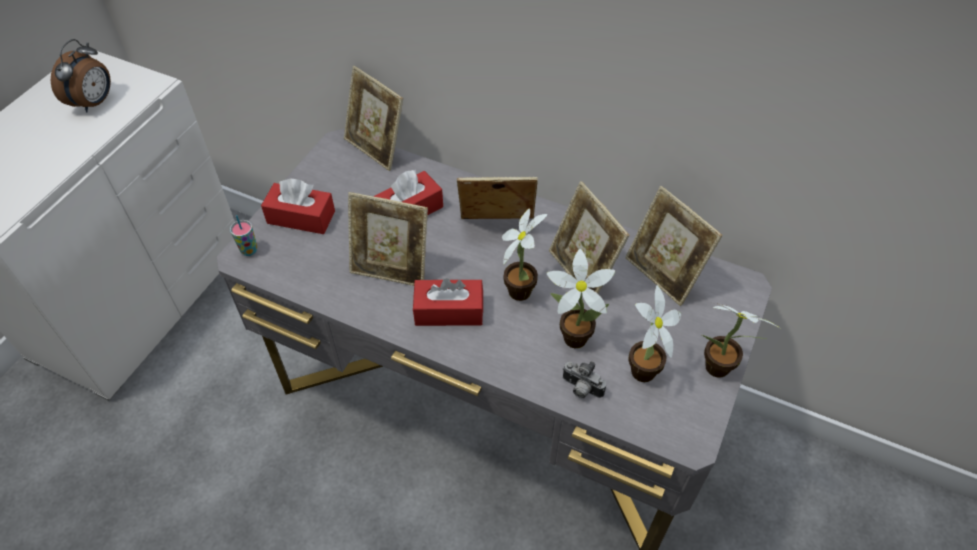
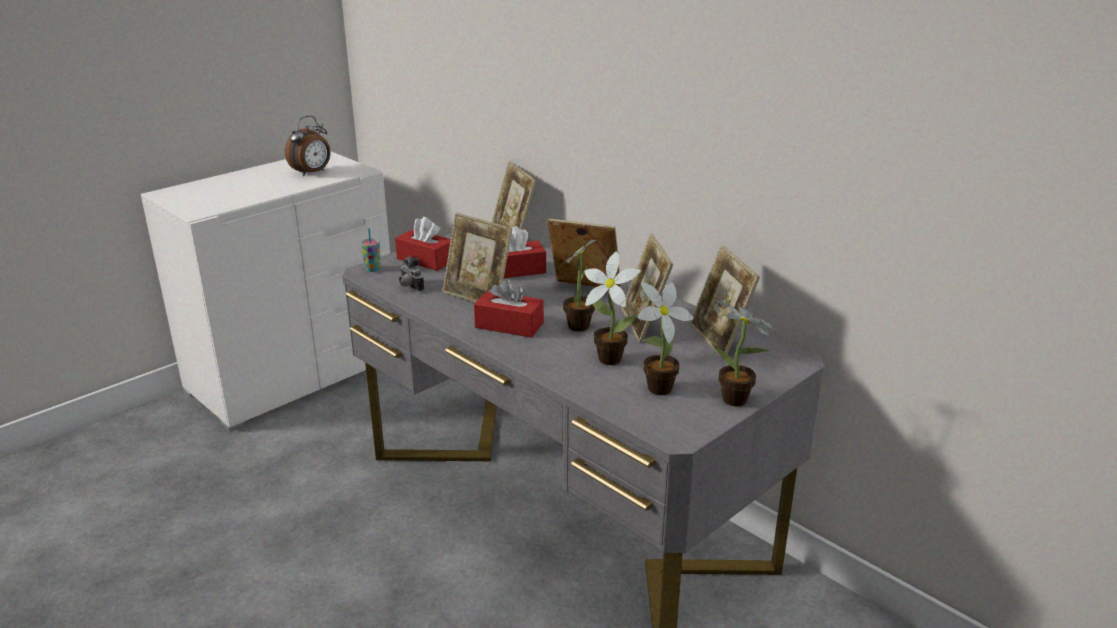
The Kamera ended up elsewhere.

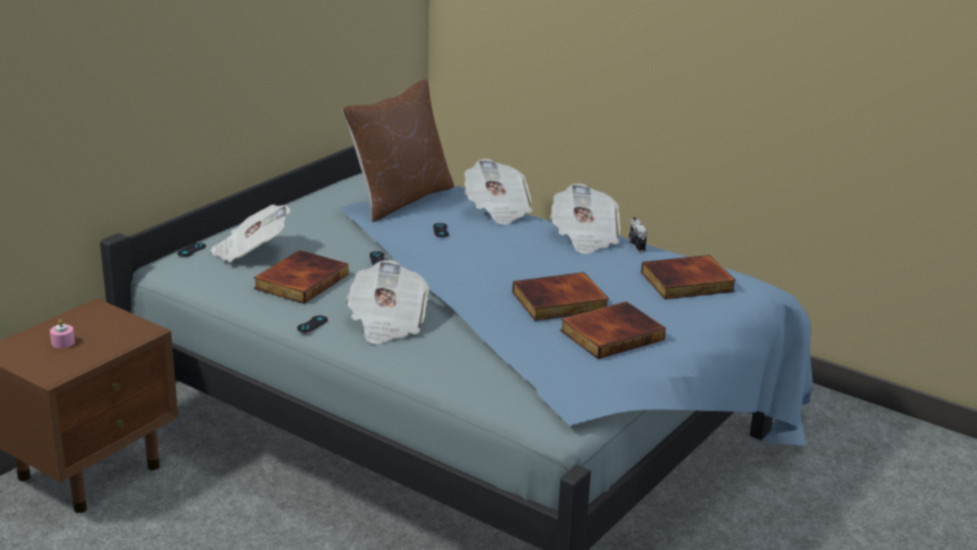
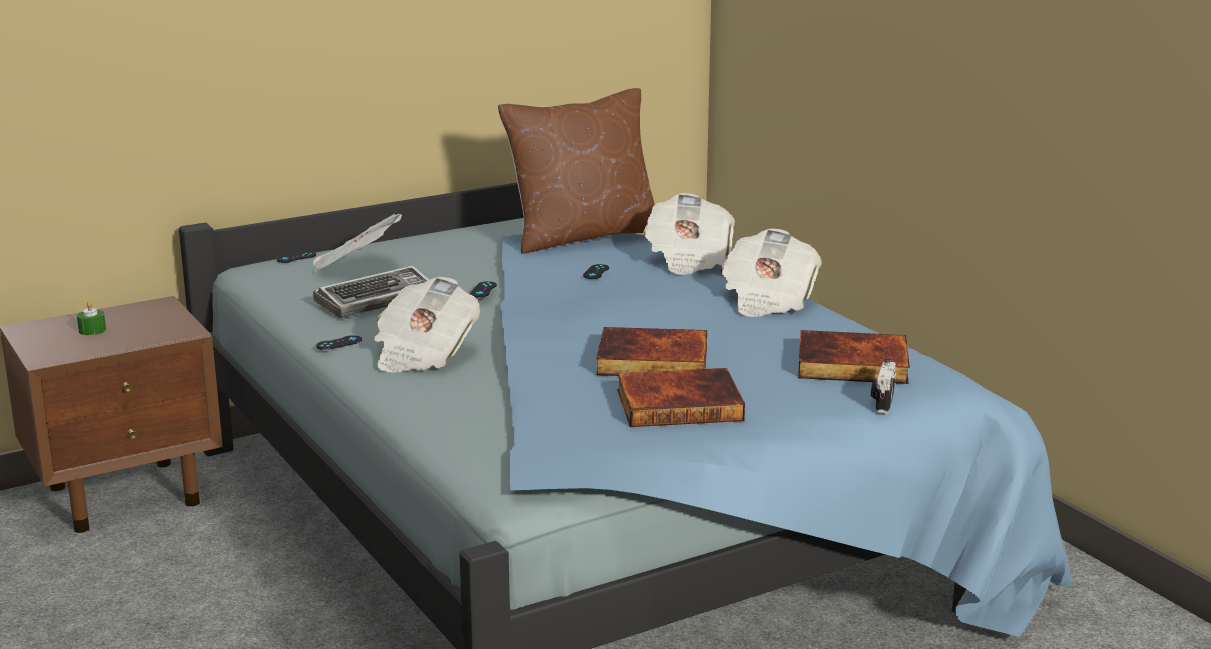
What was the Kerze [rosa] turned into the Kerze [grün].
Where the Buch (no. 1 from left) stood, the Tastatur came to stand.
The Kamera ended up elsewhere.

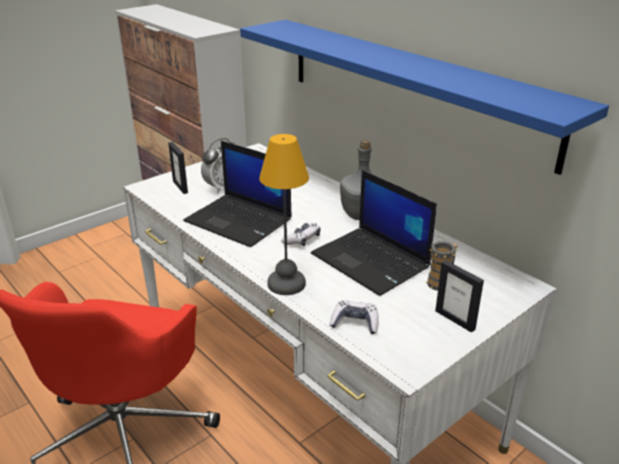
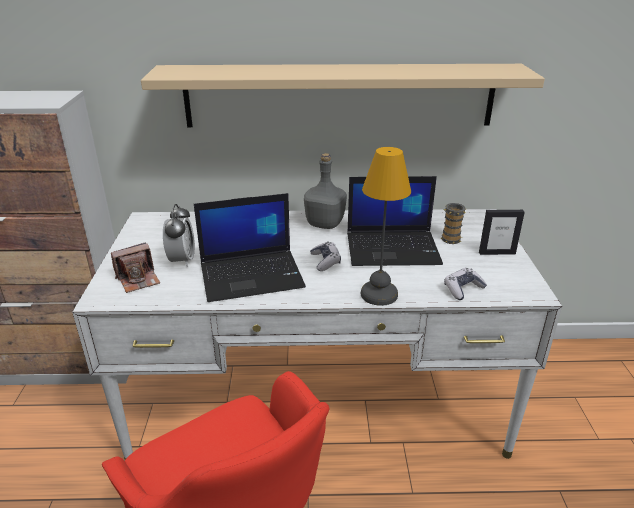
Where the Bilderrahmen (no. 1 from left) stood, the Kamera came to stand.
What was the Wandregal [blau] turned into the Wandregal [beige].

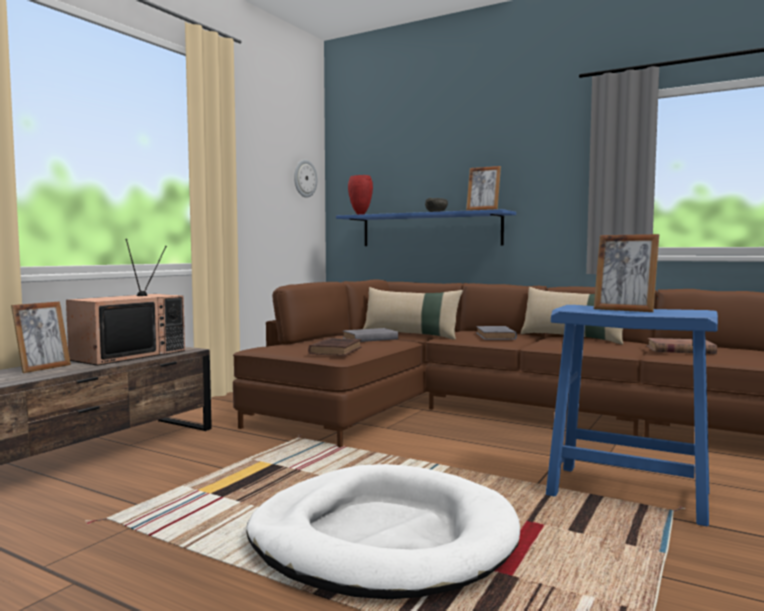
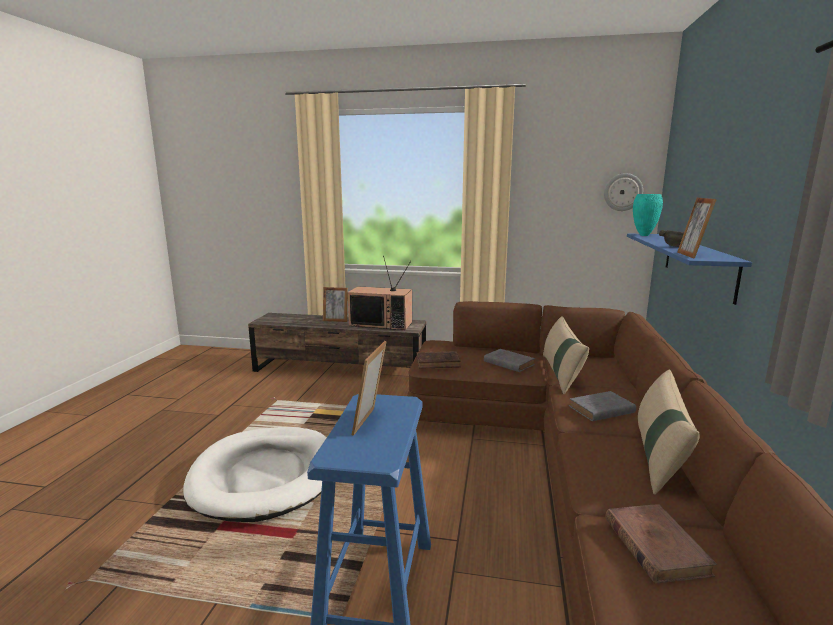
What was the Vase [rot] turned into the Vase [türkis].

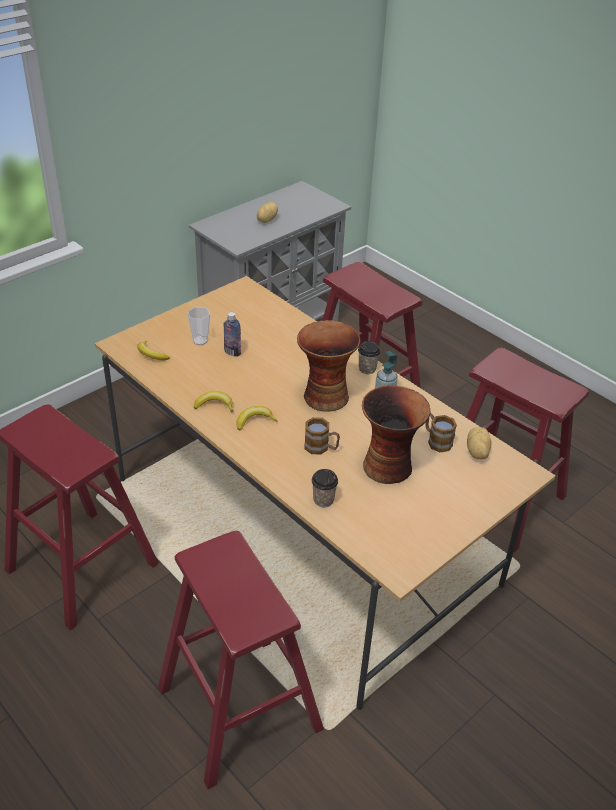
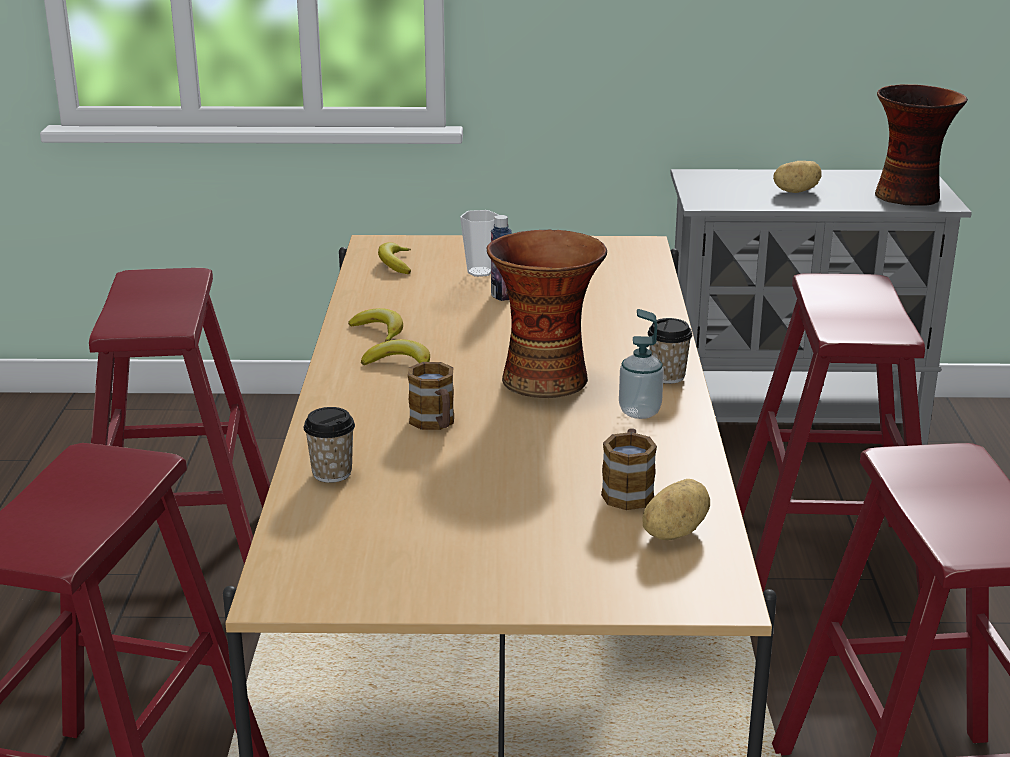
The Vase (no. 2 from left) ended up elsewhere.

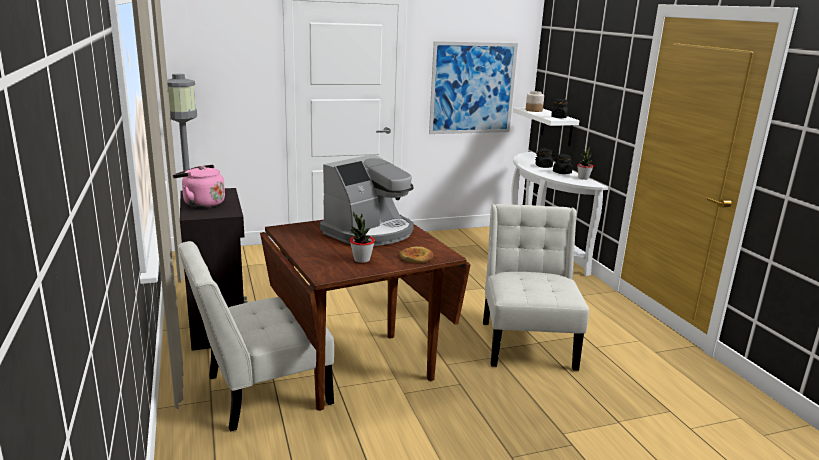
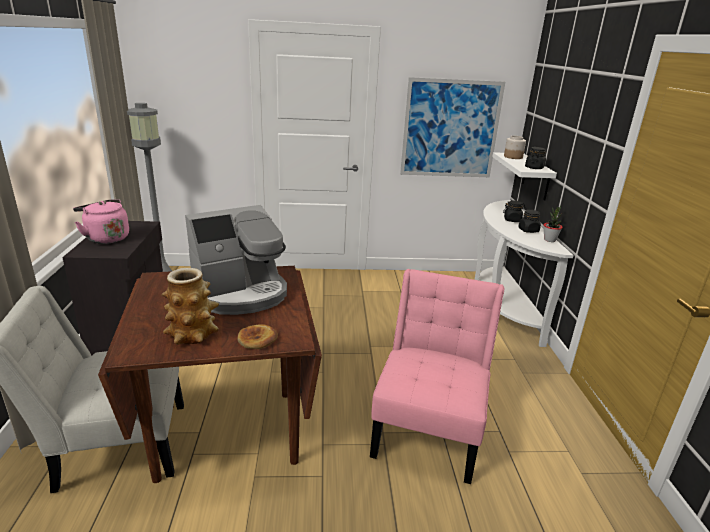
Where the Topfpflanze (no. 1 from left) stood, the Vase came to stand.
What was the Stuhl [weiß] (no. 2 from left) turned into the Stuhl [rosa].

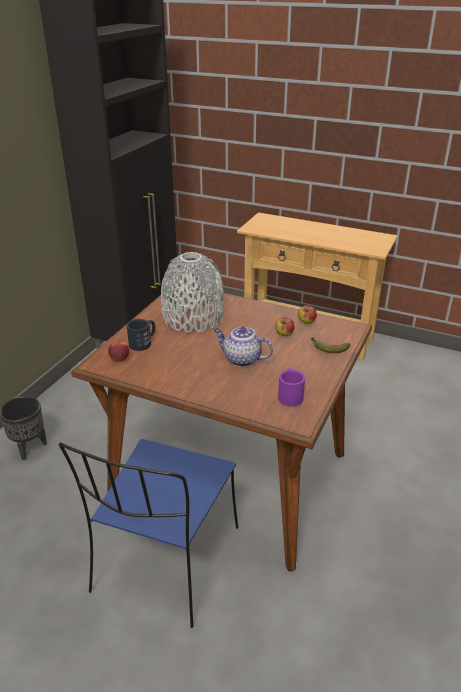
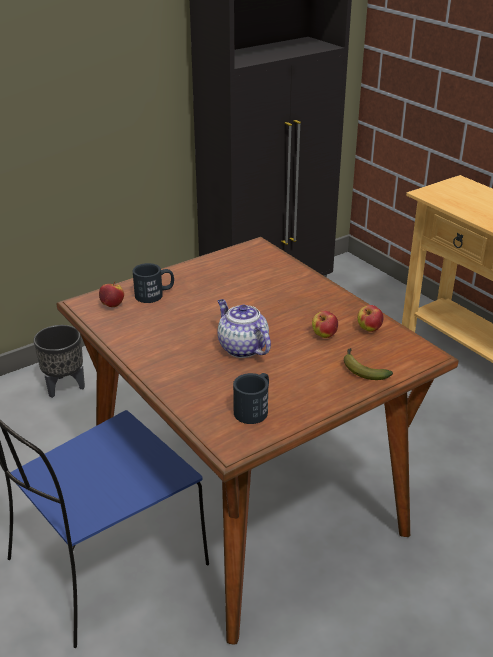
What was the Henkelbecher [lila] turned into the Henkelbecher [schwarz] (no. 2 from left).
The second view lost the Vase [grau].

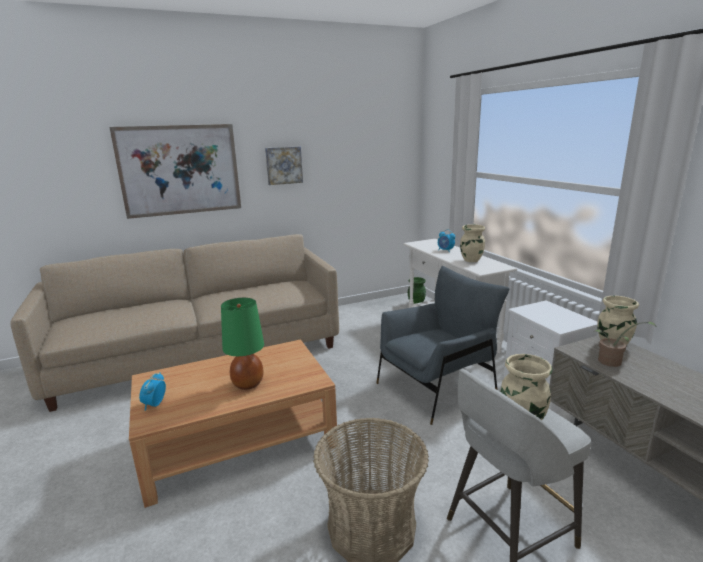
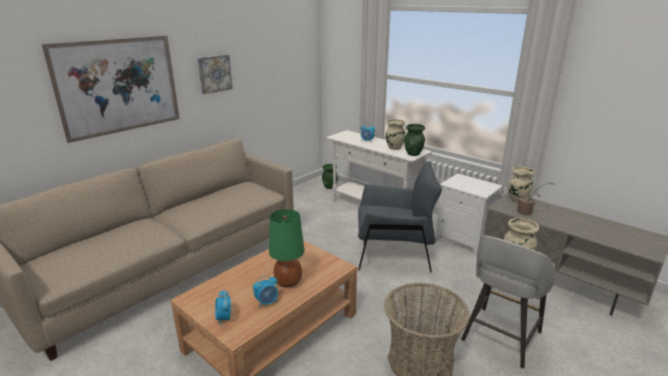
The second view gained the Wecker (no. 2 from left).
The Sessel [grau] ended up facing another way, 60 degrees clockwise from before.
The second view gained the Vase [grün] (no. 2 from left).

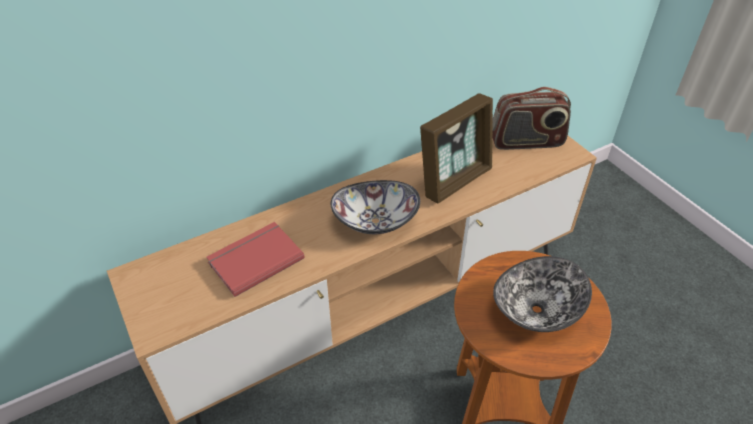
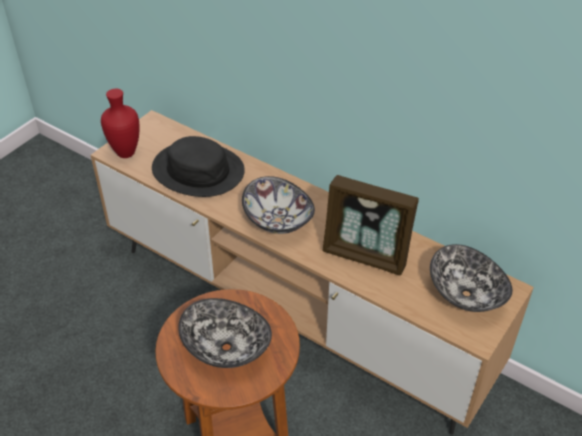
The second view gained the Vase [rot].
Where the Buch [rot] stood, the Hut [schwarz] came to stand.
Where the Radio stood, the Schüssel (no. 3 from left) came to stand.

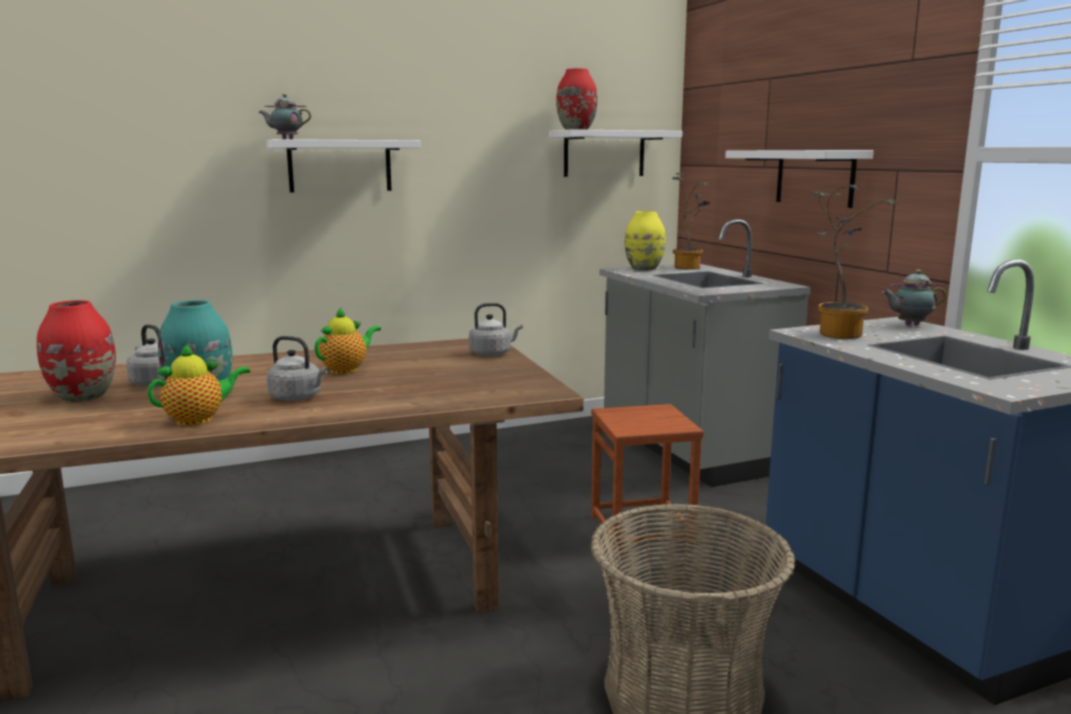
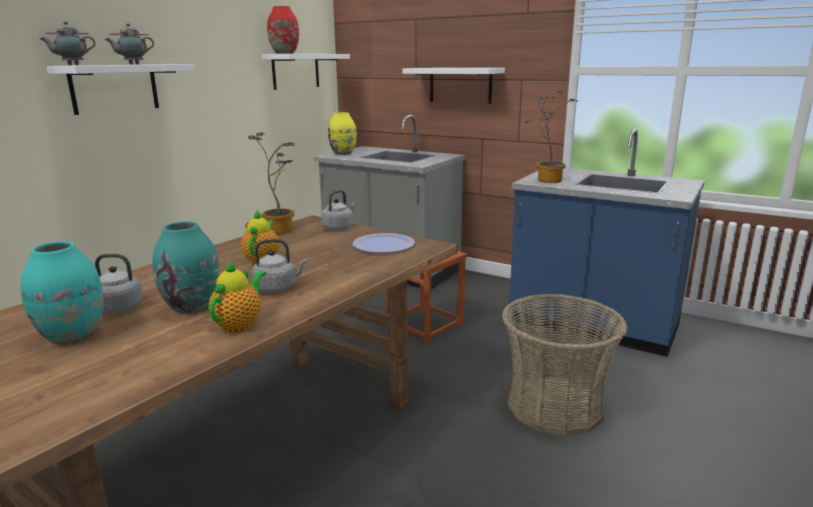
What was the Vase [rot] (no. 1 from left) turned into the Vase [türkis] (no. 1 from left).
The Teekanne (no. 4 from left in the first image) ended up elsewhere.
The Topfpflanze (no. 1 from left) ended up elsewhere.
The second view gained the Teller.

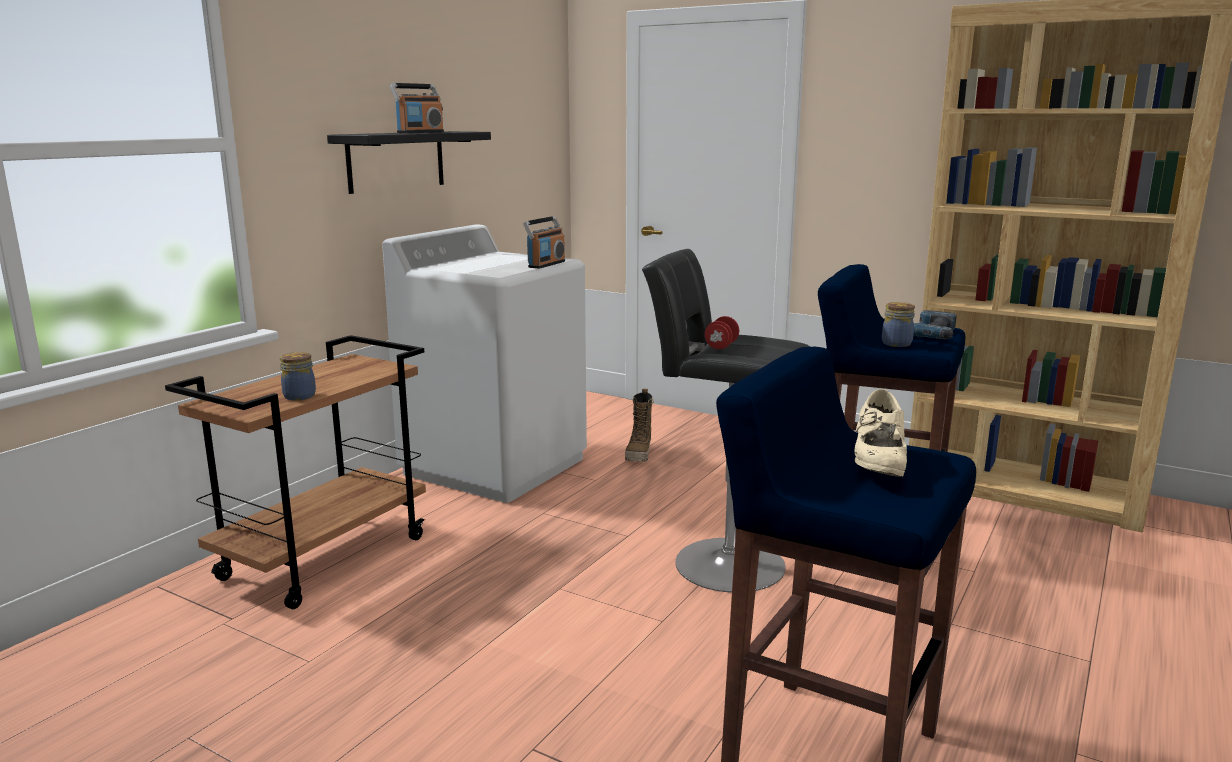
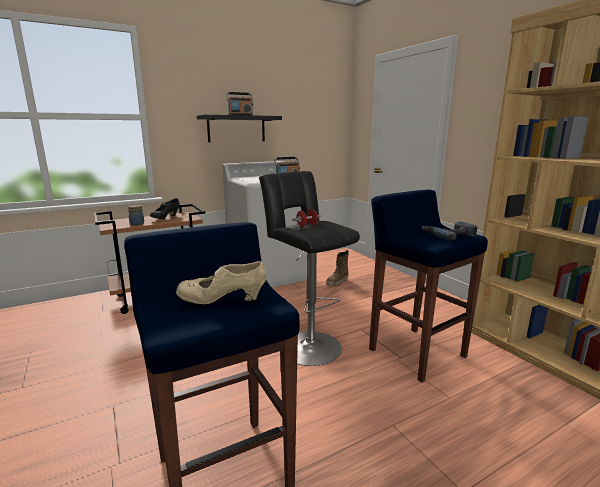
The second view gained the Schuh [schwarz].
The Schuh [beige] ended up facing another way, 45 degrees clockwise from before.
The second view lost the Vorratsglas (no. 2 from left).

